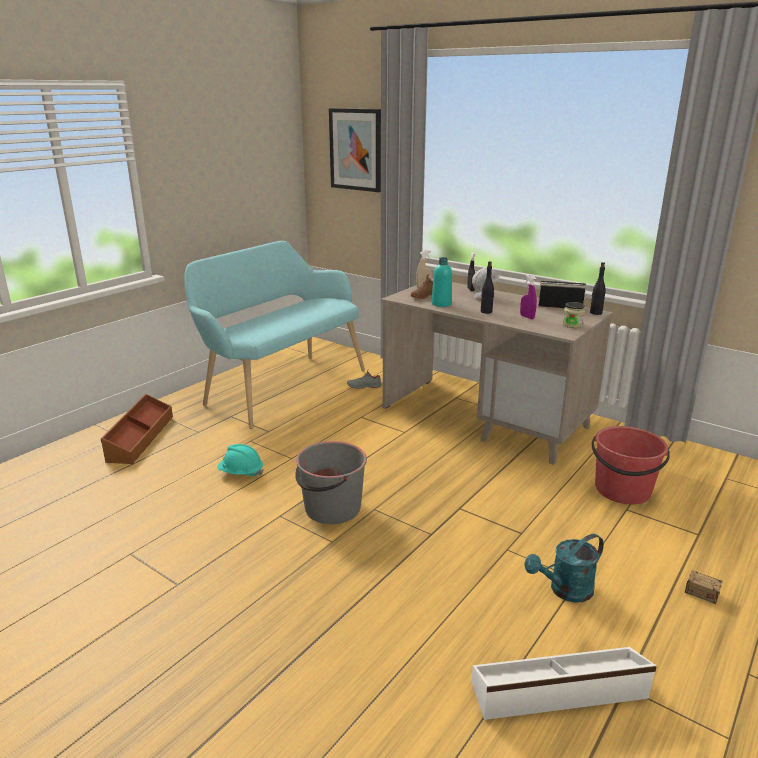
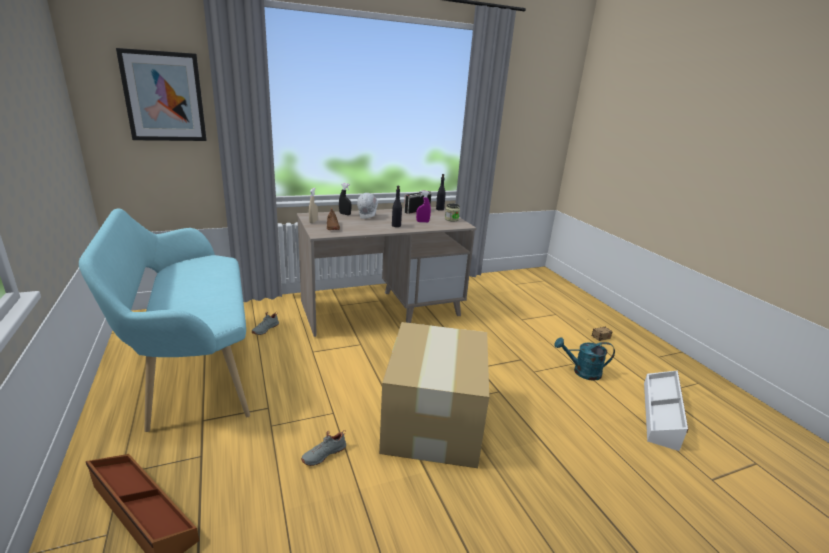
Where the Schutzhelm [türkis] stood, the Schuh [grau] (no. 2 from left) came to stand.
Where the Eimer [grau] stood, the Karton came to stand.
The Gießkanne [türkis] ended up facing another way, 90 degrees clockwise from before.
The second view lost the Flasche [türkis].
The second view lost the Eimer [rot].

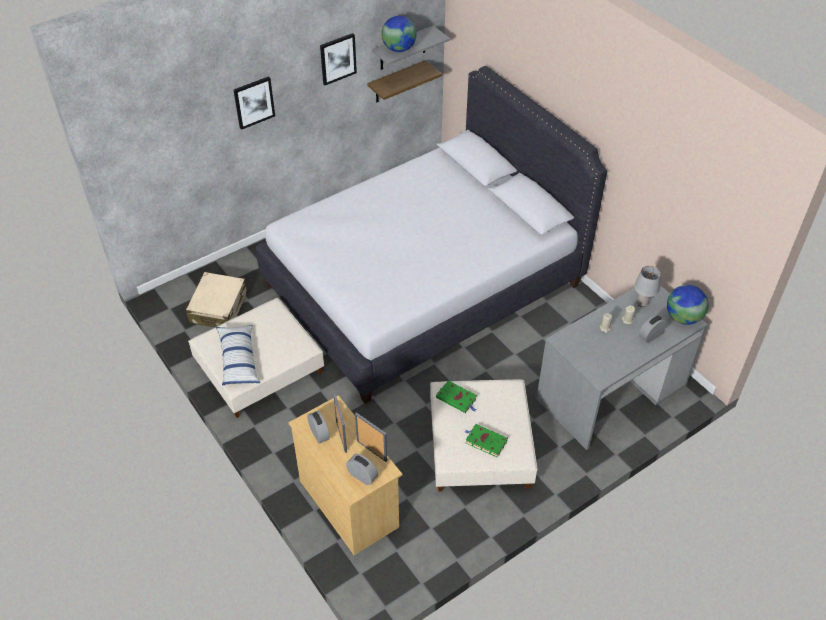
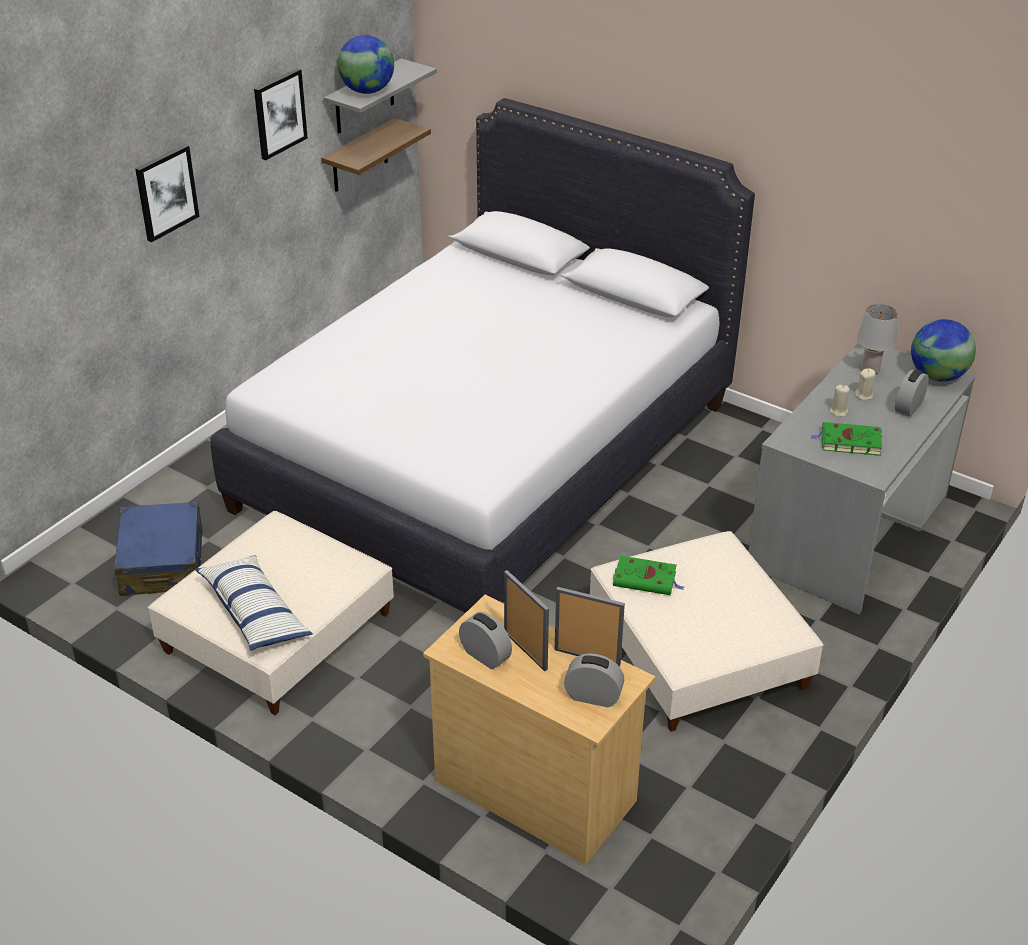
What was the Koffer [beige] turned into the Koffer [blau].
The Buch [grün] (no. 2 from left) ended up elsewhere.

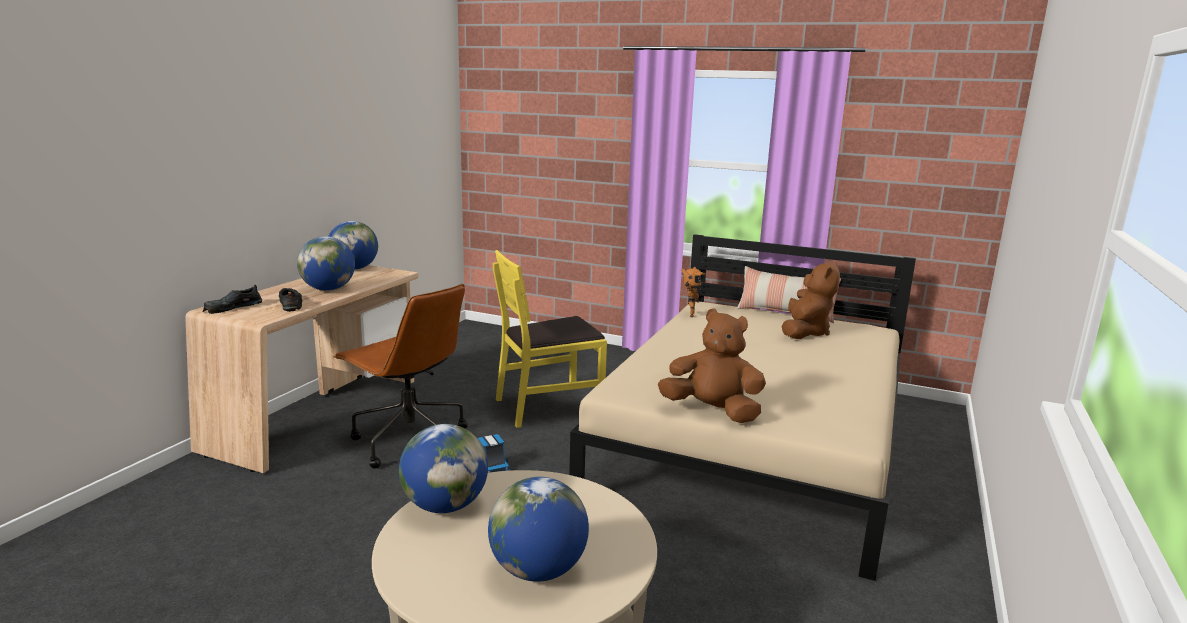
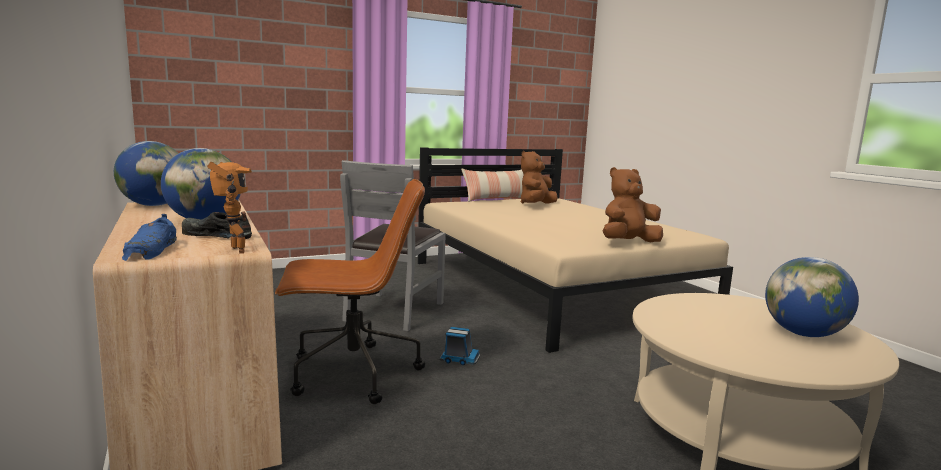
What was the Schuh [schwarz] (no. 1 from left) turned into the Schuh [blau].
The Spielzeugroboter ended up elsewhere.
What was the Stuhl [gelb] turned into the Stuhl [grau].
The Plüschtier [braun] (no. 2 from left in the first image) ended up facing another way, 120 degrees counterclockwise from before.
The second view lost the Globus (no. 3 from left).

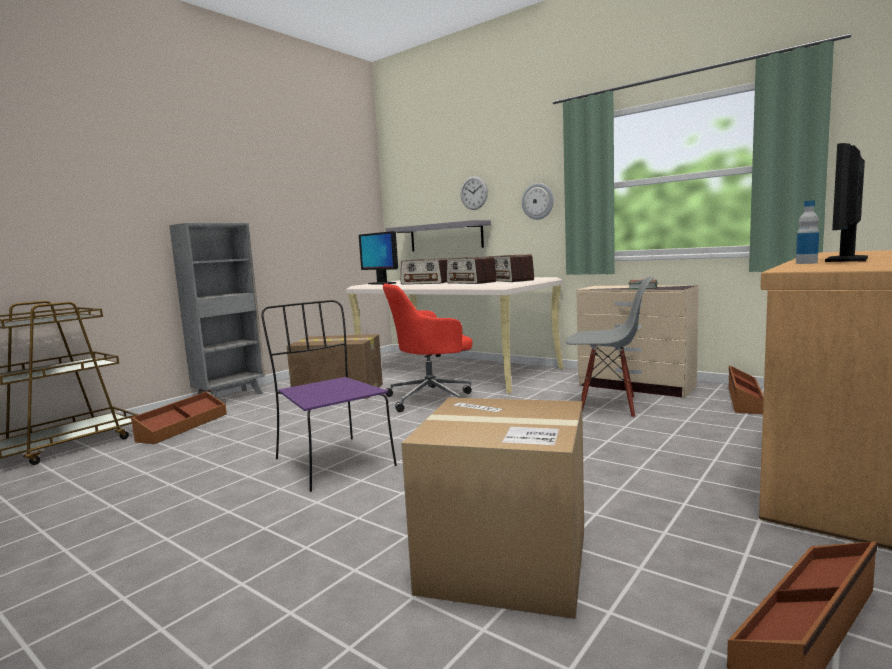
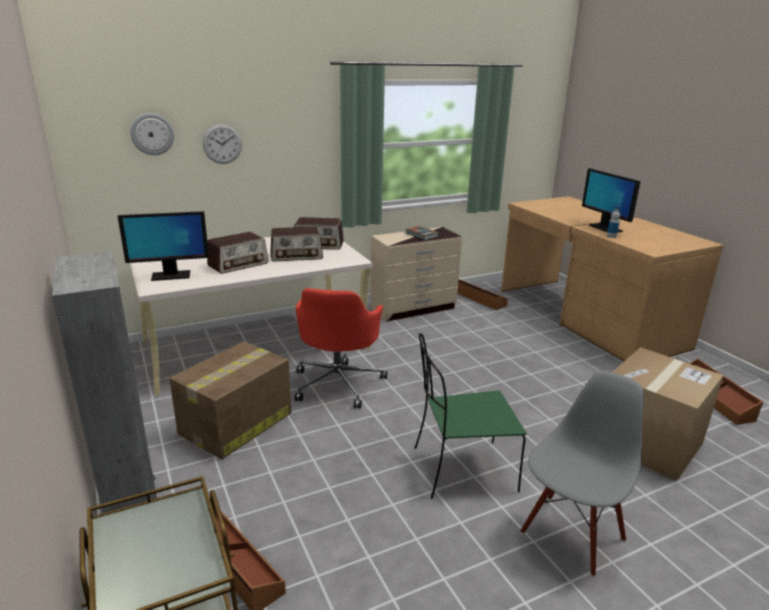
The Wanduhr (no. 2 from left in the first image) ended up elsewhere.
What was the Stuhl [lila] turned into the Stuhl [grün].
The Stuhl [grau] ended up elsewhere.
The second view lost the Wandregal [grau].

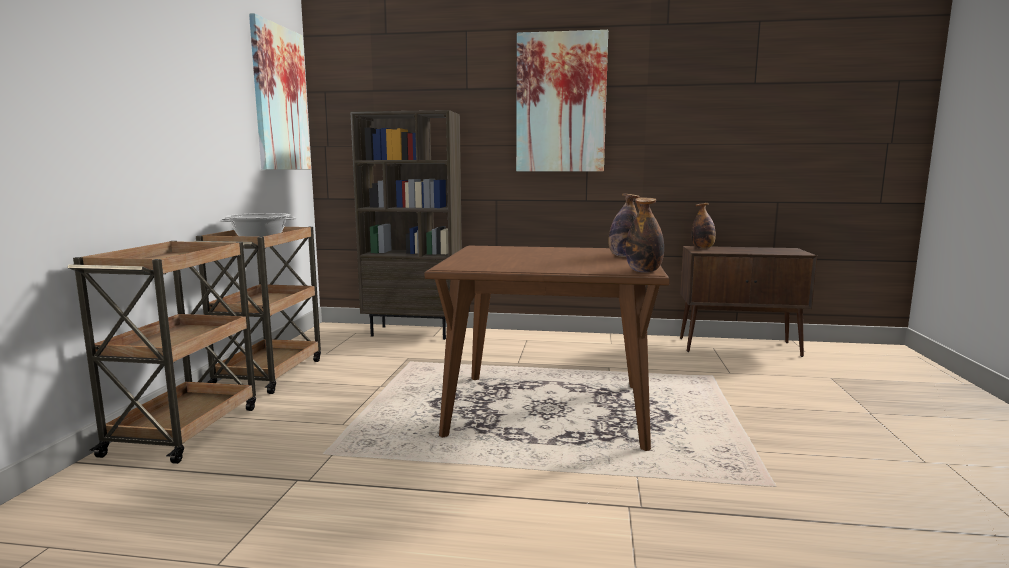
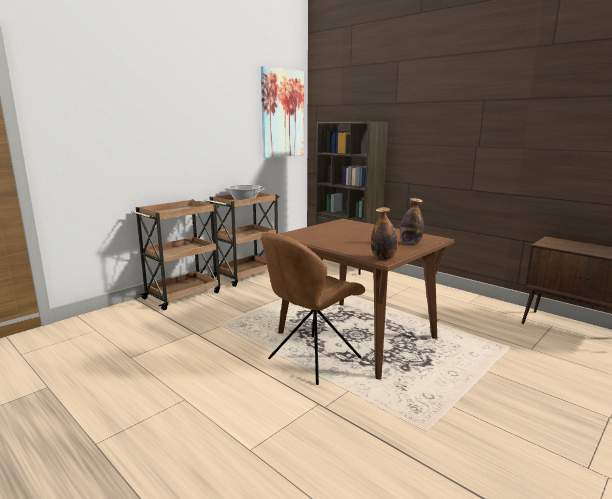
The second view gained the Stuhl [braun].
The second view lost the Bild (no. 2 from left).
The second view lost the Flasche (no. 3 from left).

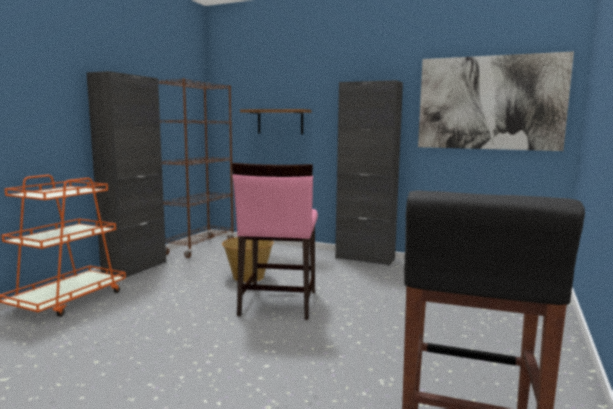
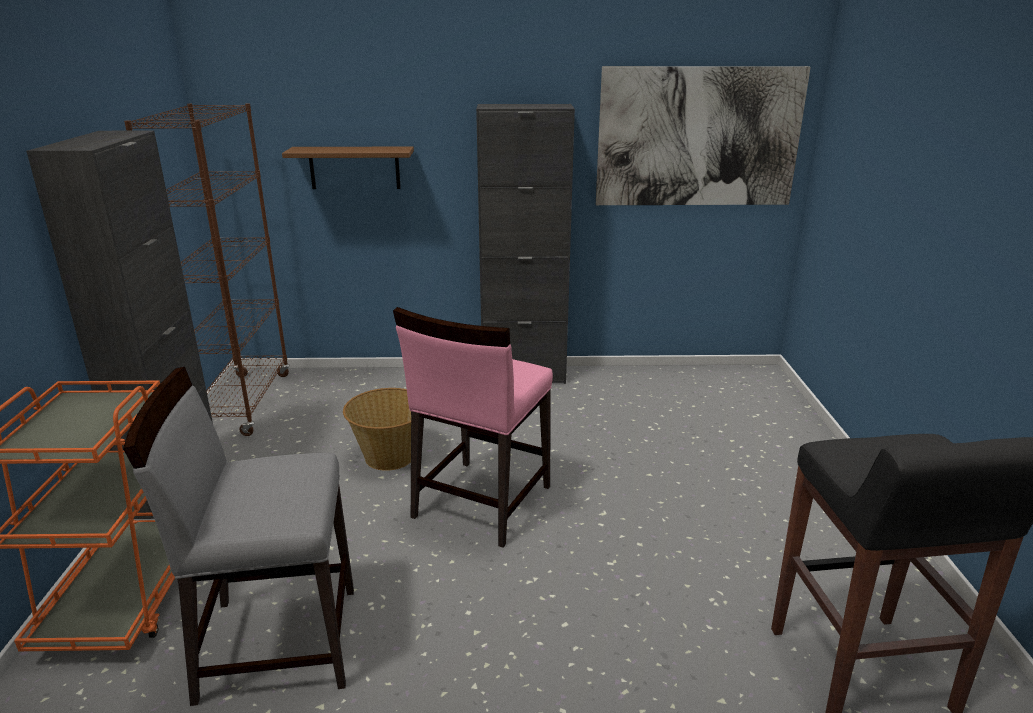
The second view gained the Stuhl [grau].
The Stuhl [rosa] ended up facing another way, 45 degrees clockwise from before.

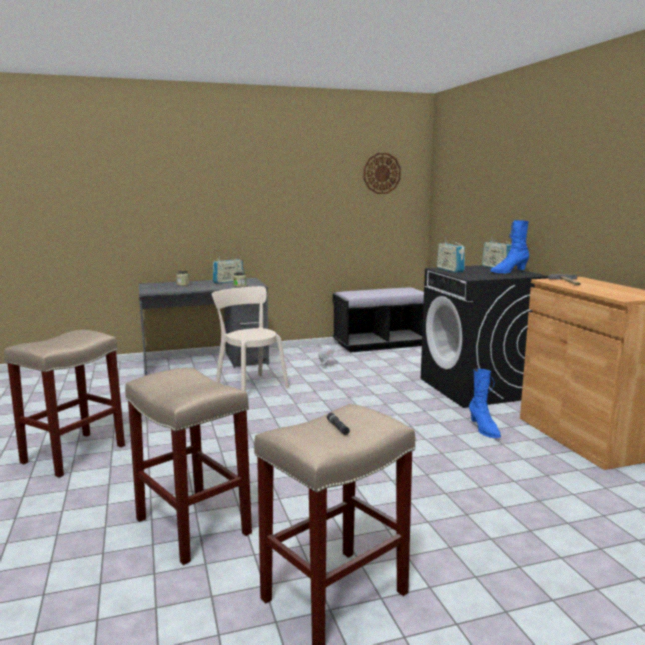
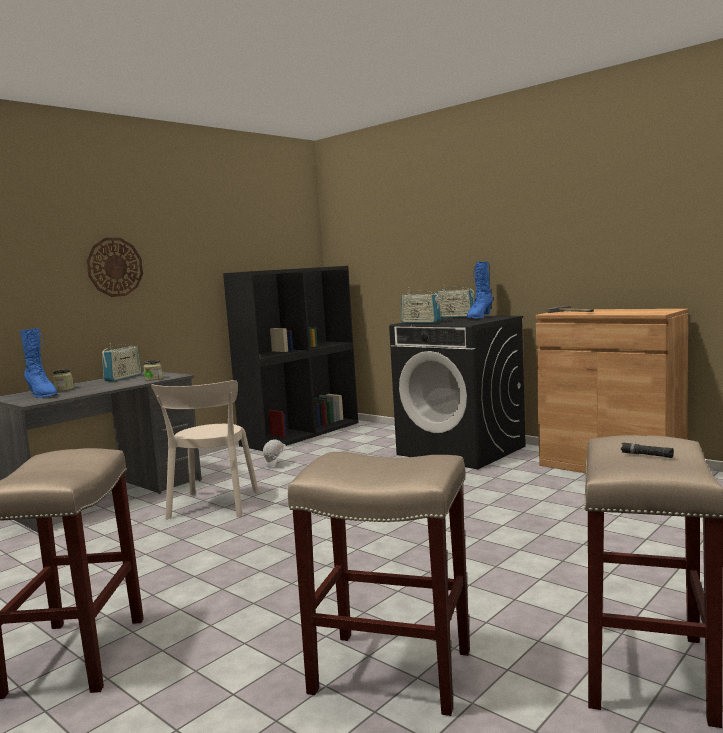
The Stiefel [blau] (no. 1 from left) ended up elsewhere.
The Wanduhr ended up elsewhere.
The Stuhl [beige] ended up facing another way, 105 degrees counterclockwise from before.
Where the Bank [schwarz] stood, the Bücherregal [schwarz] came to stand.

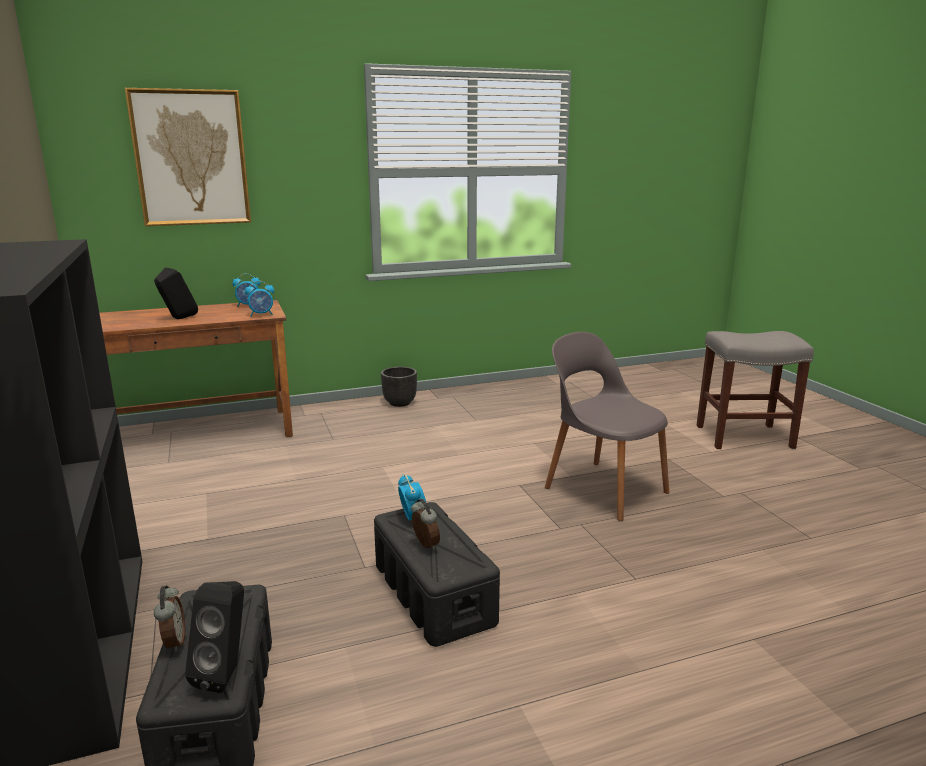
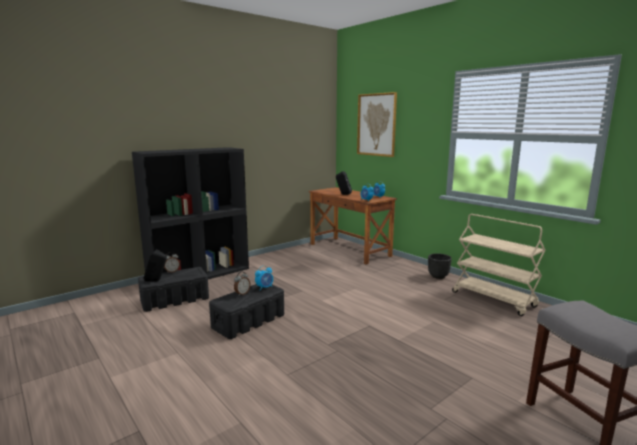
The second view gained the Rollwagen [beige].
The second view lost the Stuhl [grau].

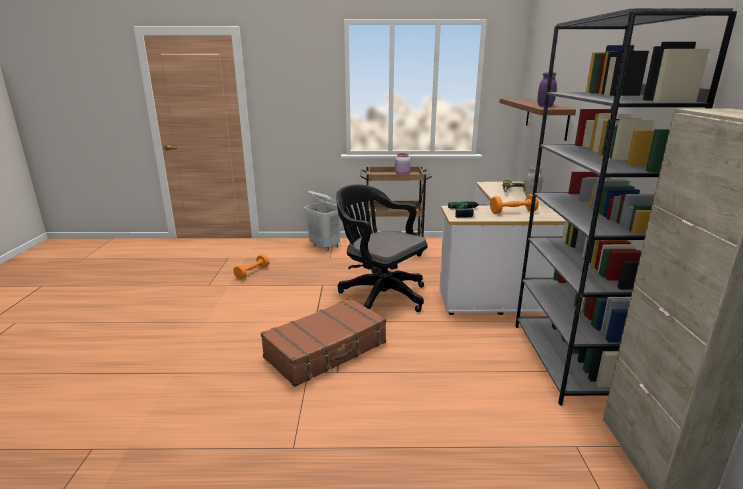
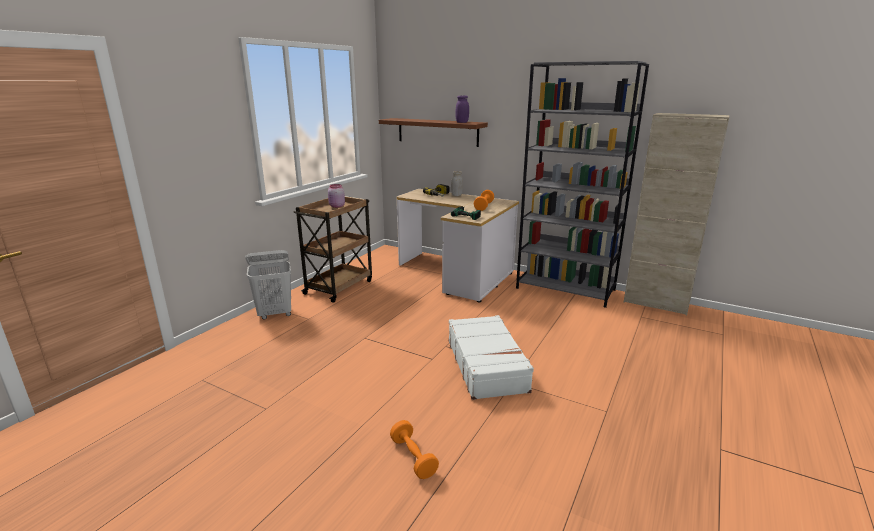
The Hantel [orange] (no. 1 from left) ended up elsewhere.
What was the Koffer [braun] turned into the Koffer [weiß].
The second view lost the Bürostuhl [schwarz].

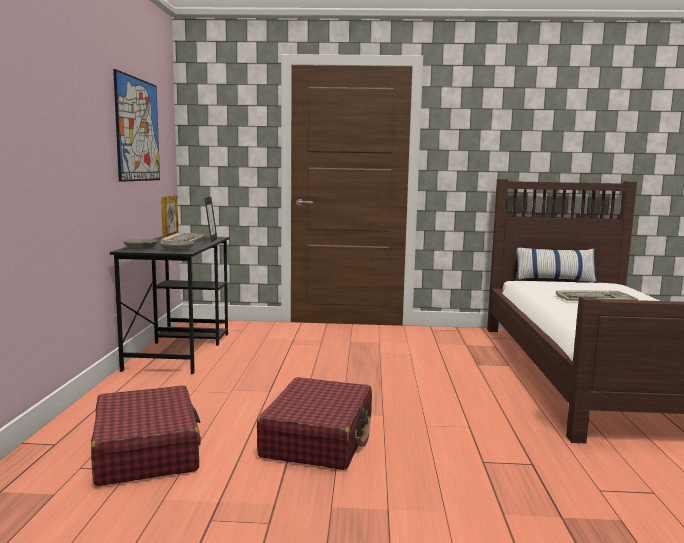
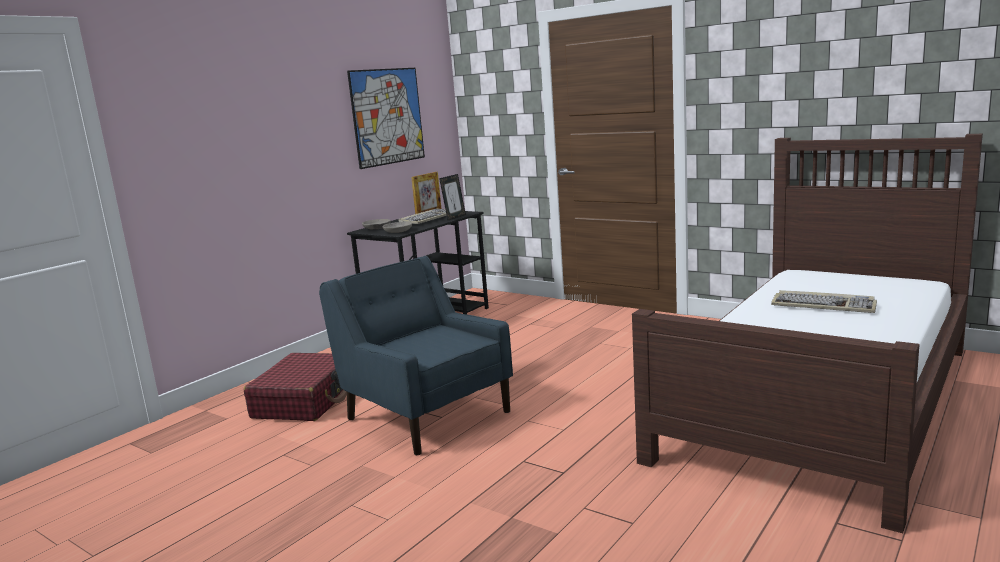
Where the Koffer [rot] (no. 2 from left) stood, the Sessel [blau] came to stand.
The second view lost the Kissen.

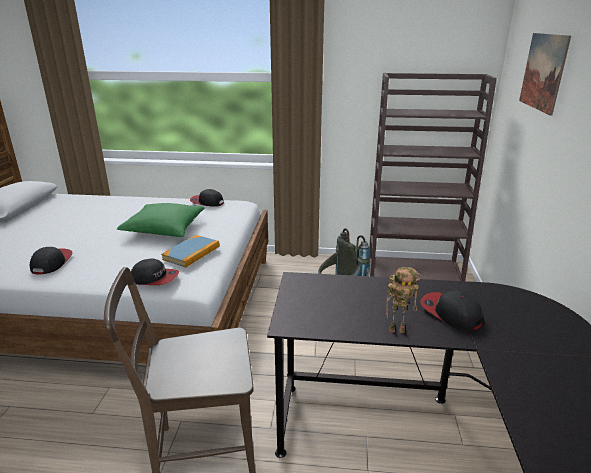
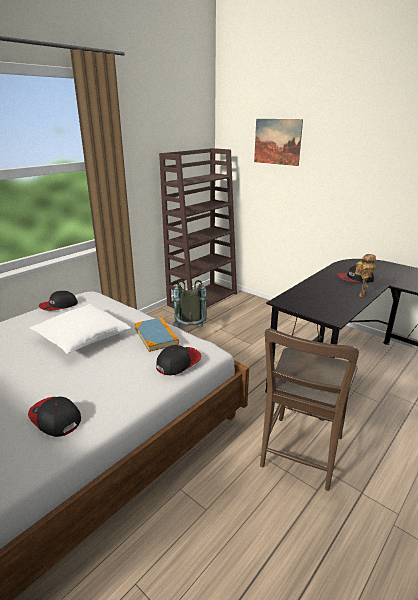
What was the Kissen [grün] turned into the Kissen [weiß].

